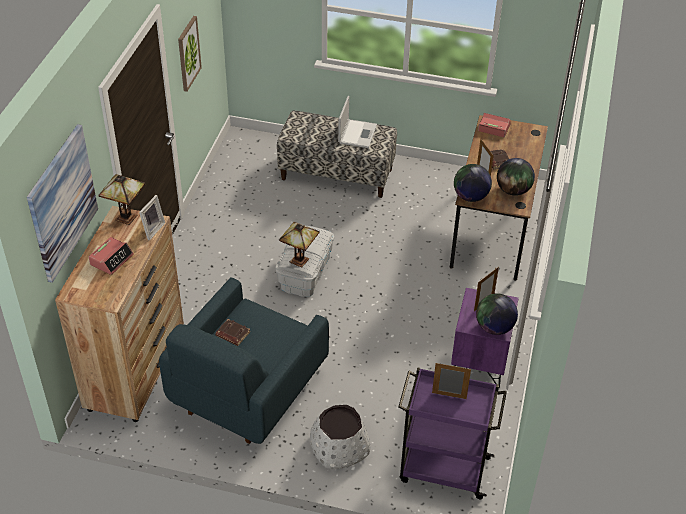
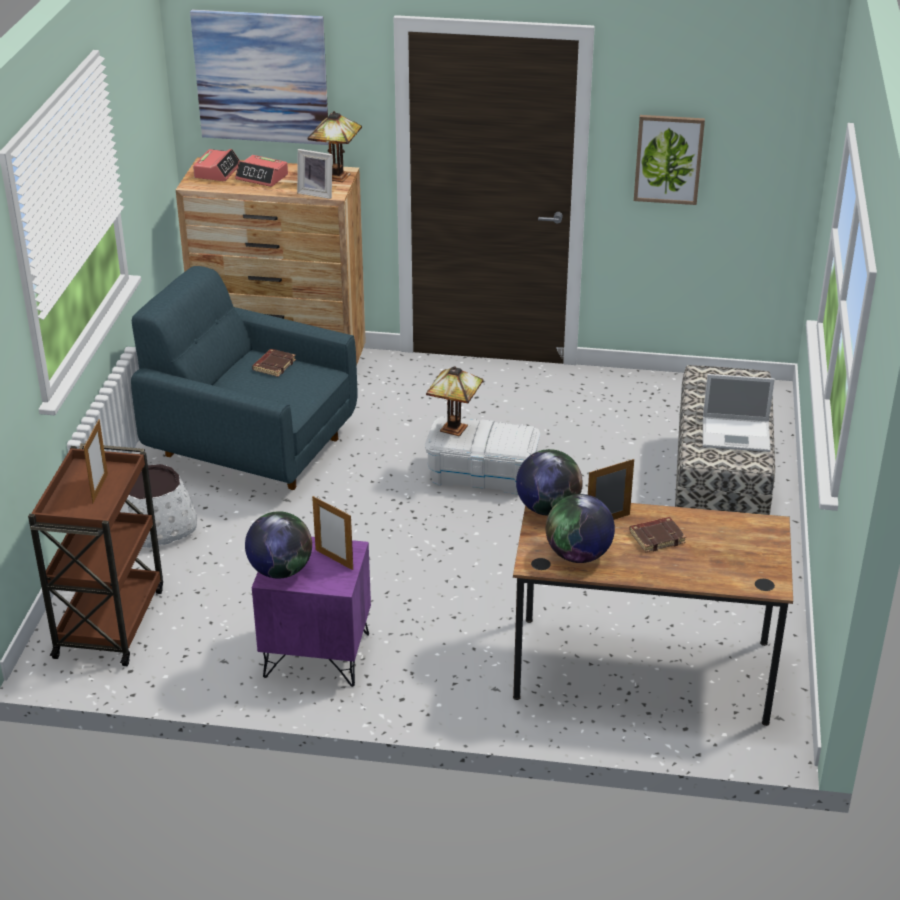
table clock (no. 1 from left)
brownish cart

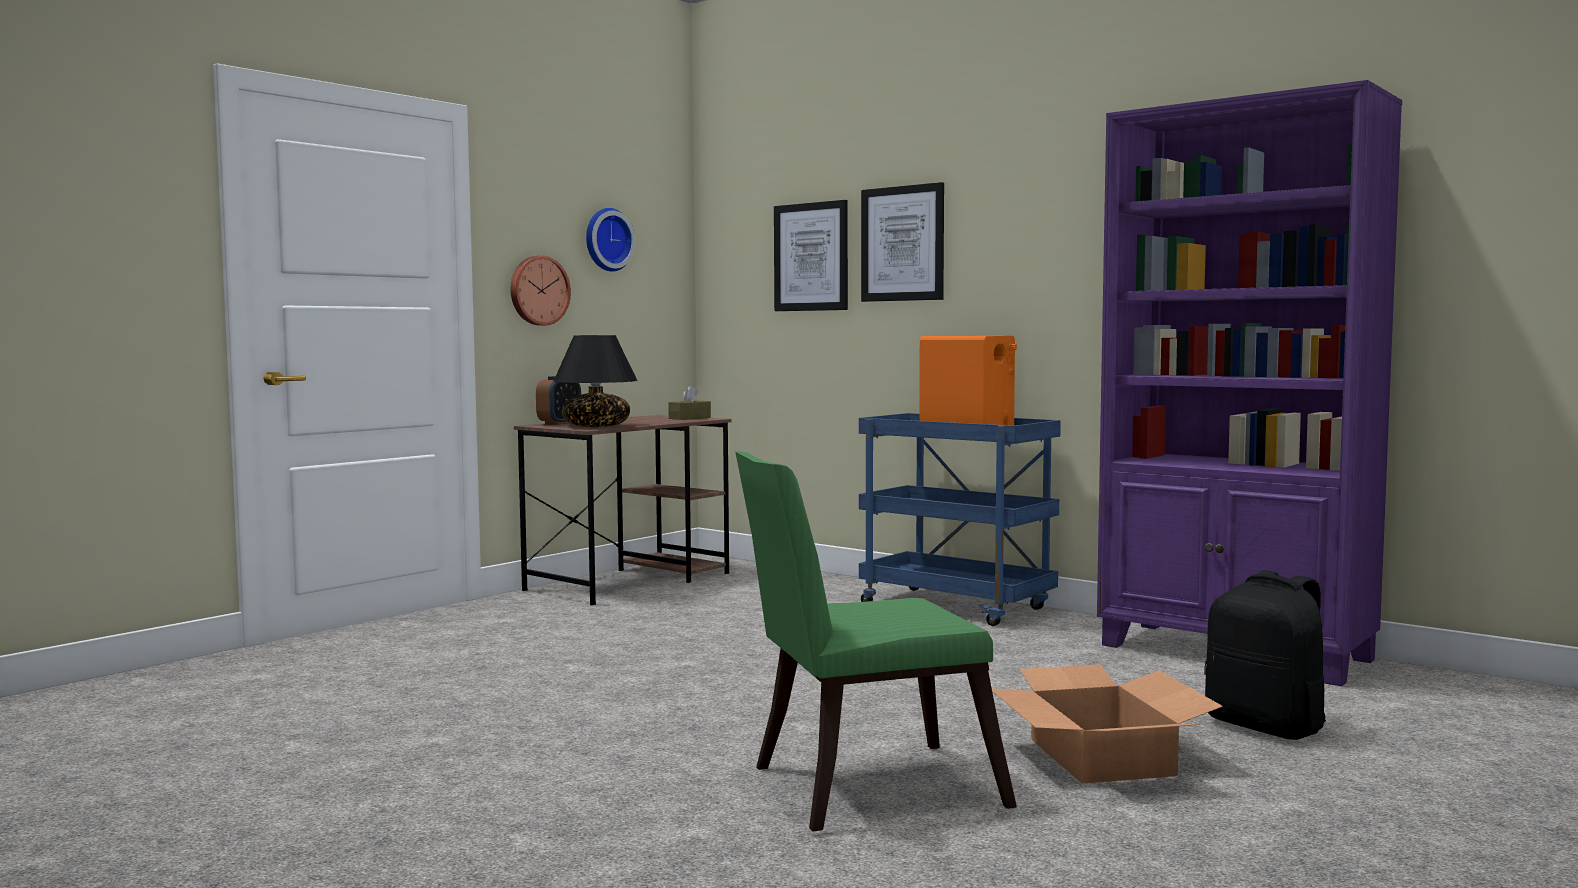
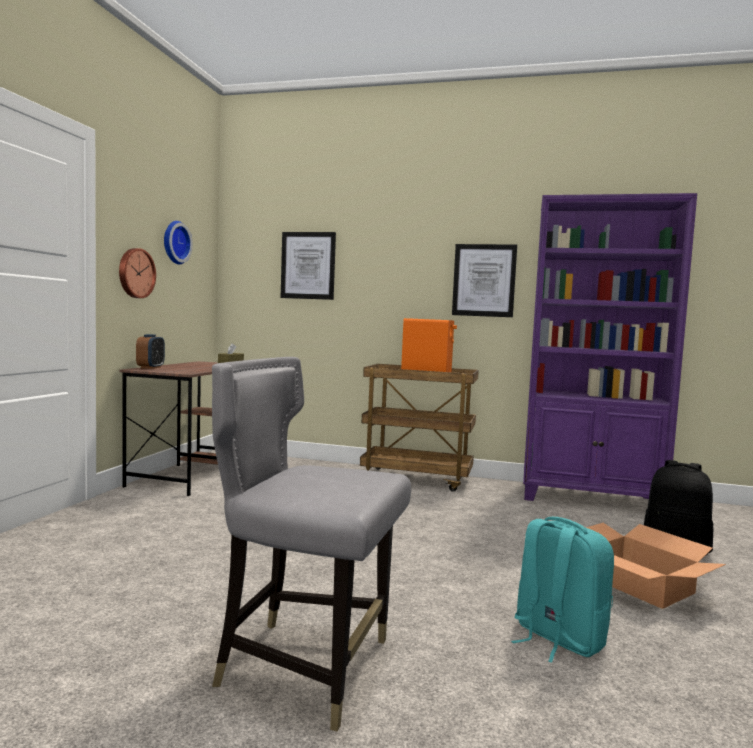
blackish lamp for a table
greyish chair
wall picture (no. 2 from left)
blue-green rucksack
brownish cart

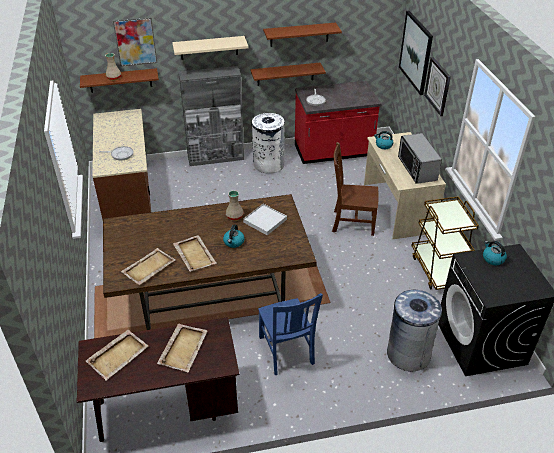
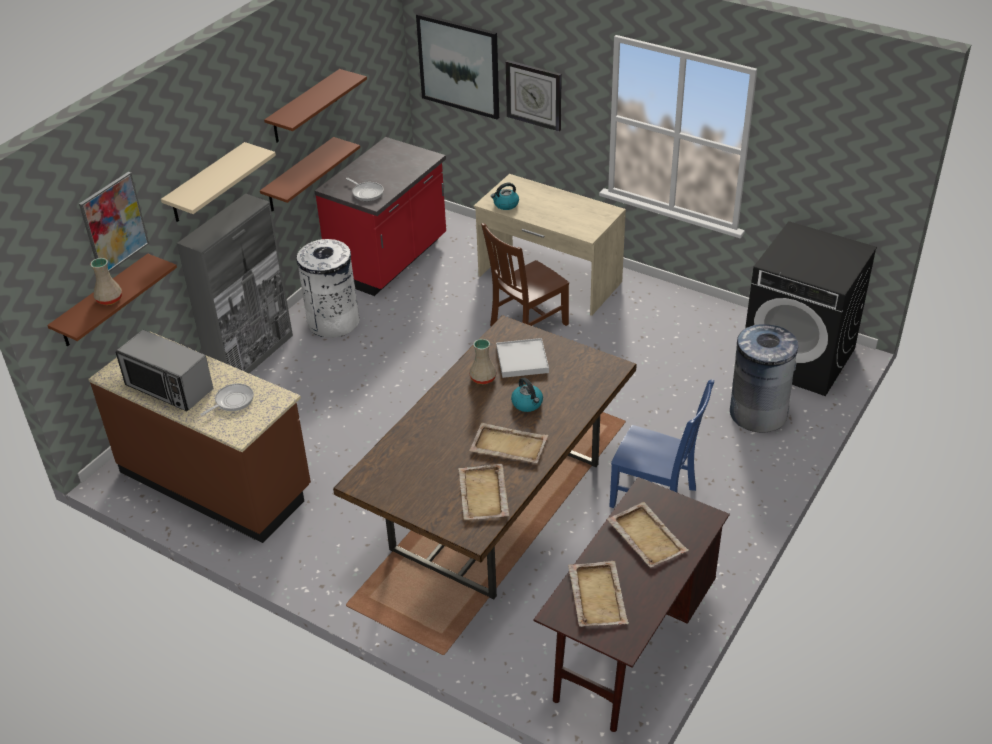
brownish cart
tea kettle (no. 3 from left in the first image)
kitchen microwave

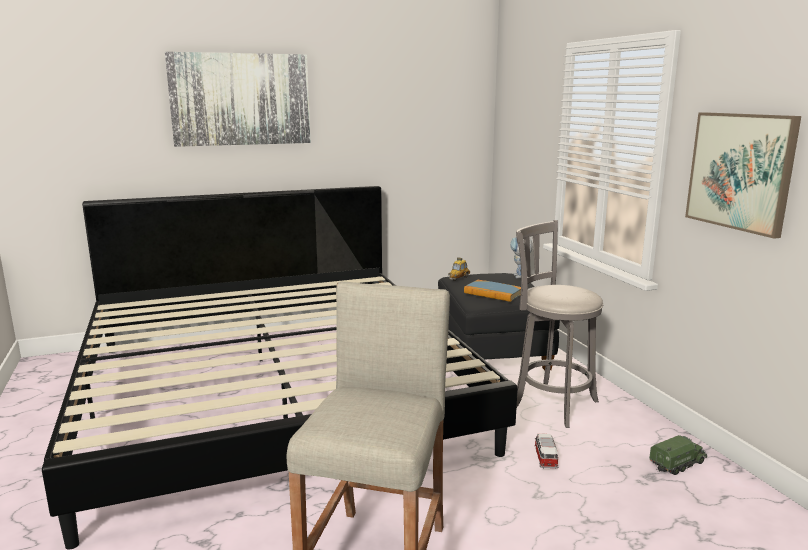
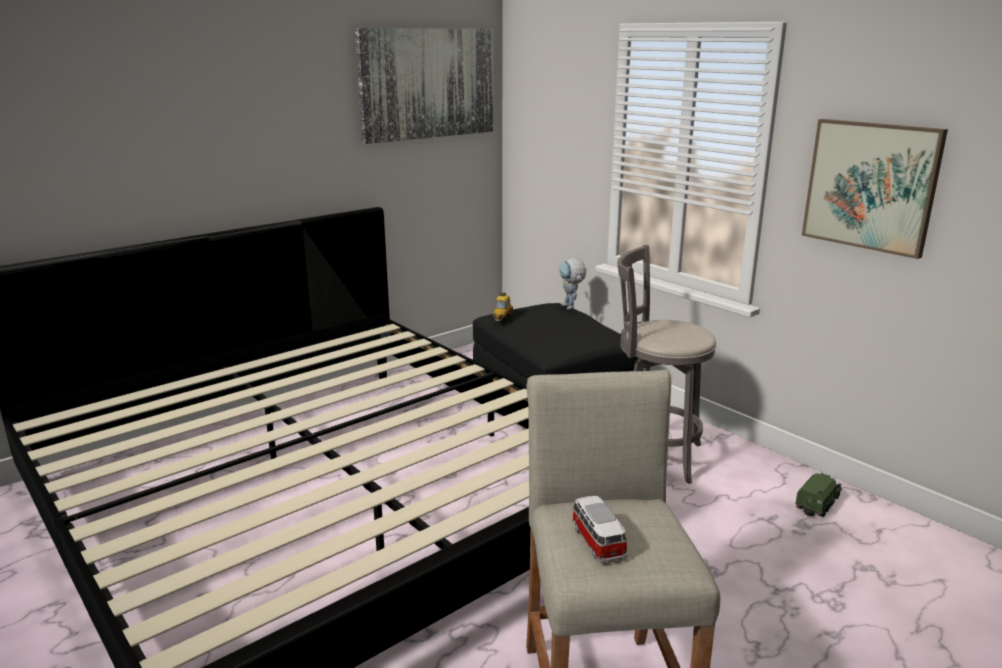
volume
wall picture (no. 1 from left)
model car (no. 2 from left)

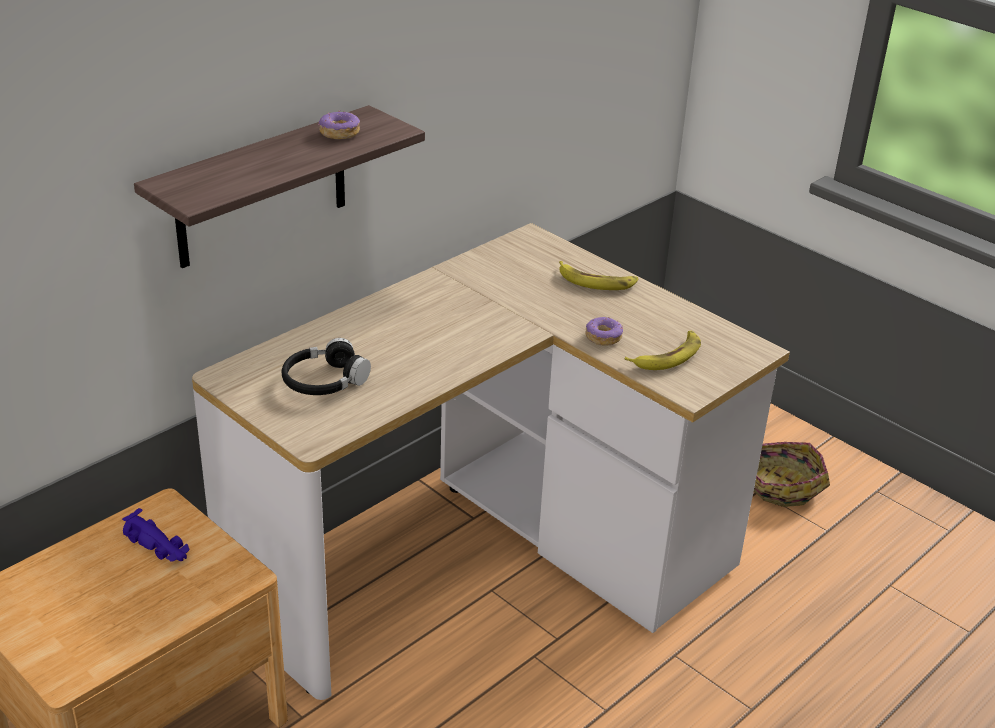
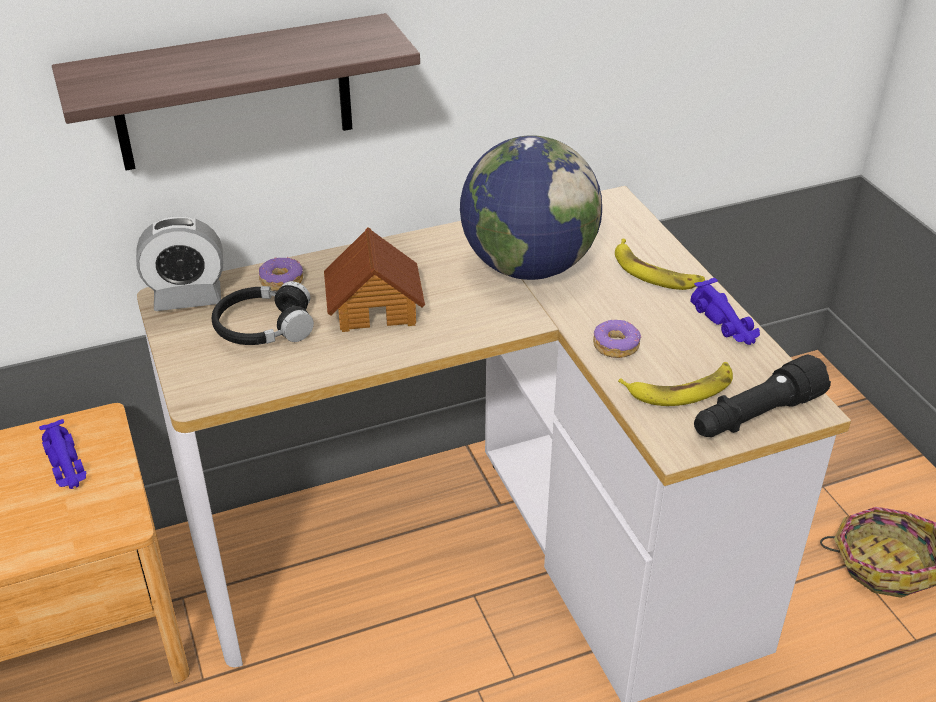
table clock
model house
world globe
purple model car (no. 2 from left)
blackish hand torch
ring doughnut (no. 1 from left)

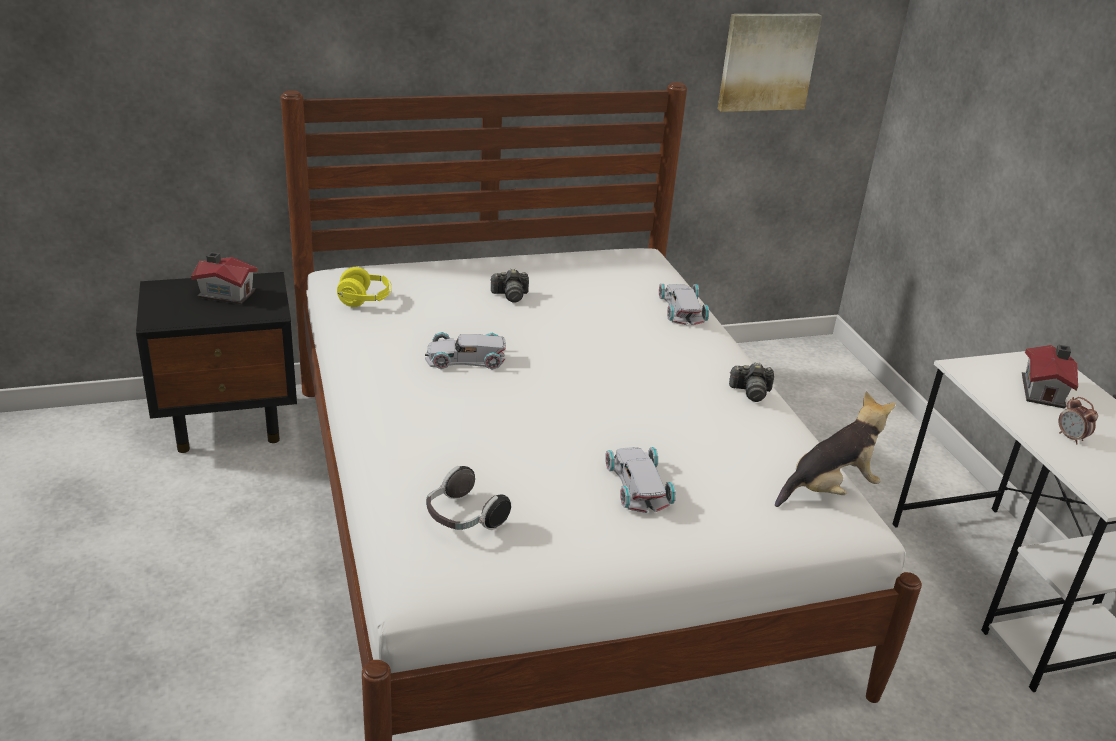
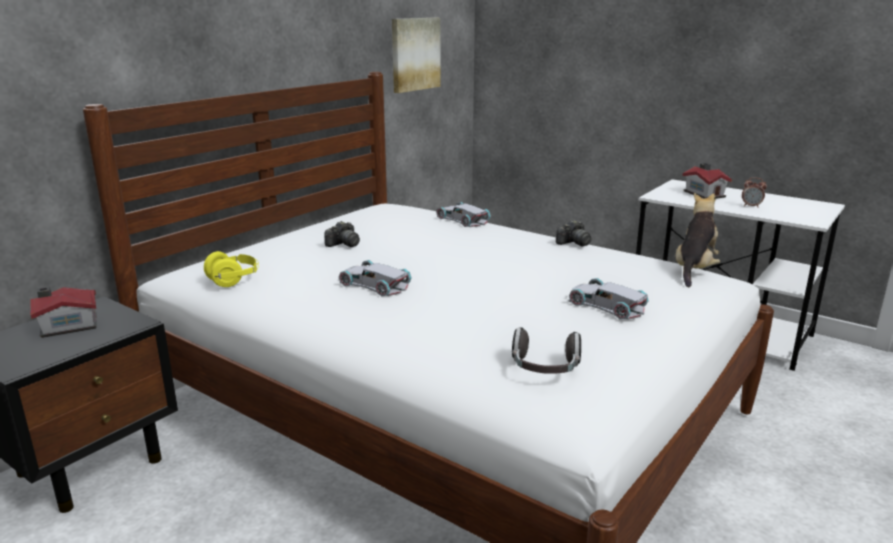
white-coloured model car (no. 1 from left)

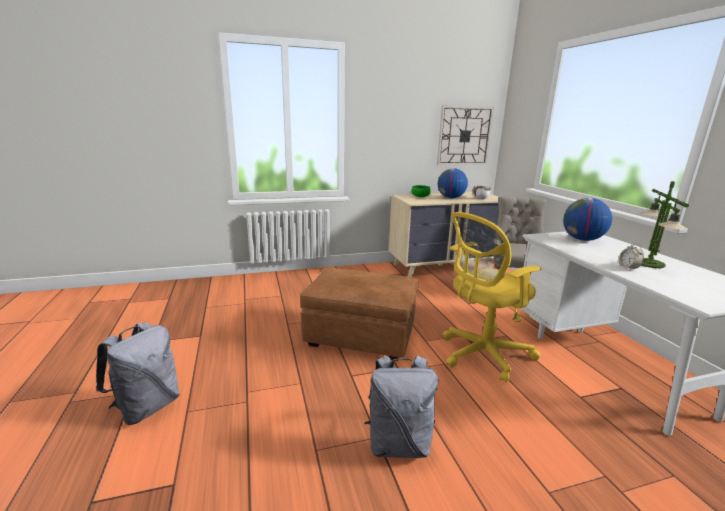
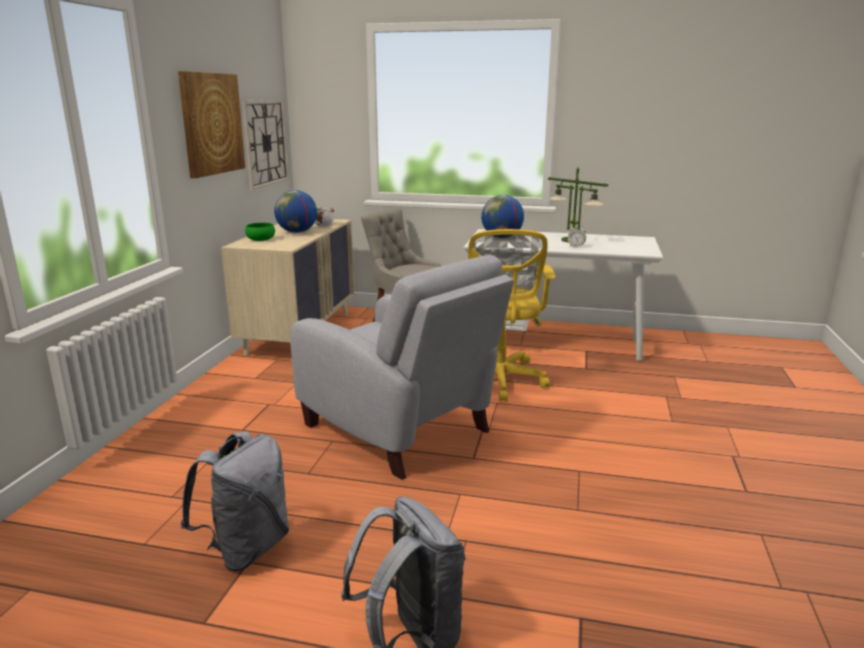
wall picture
greyish rucksack (no. 1 from left)
greyish armchair

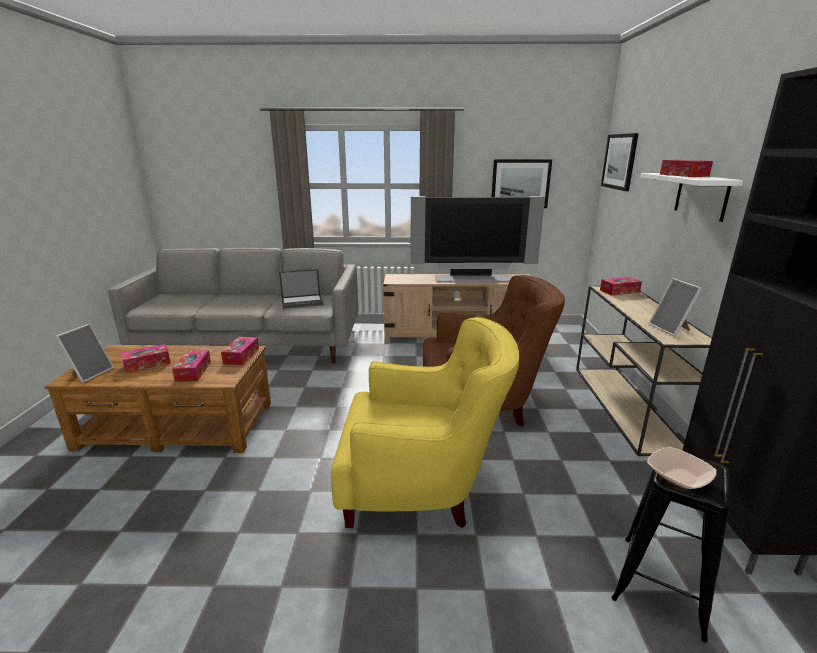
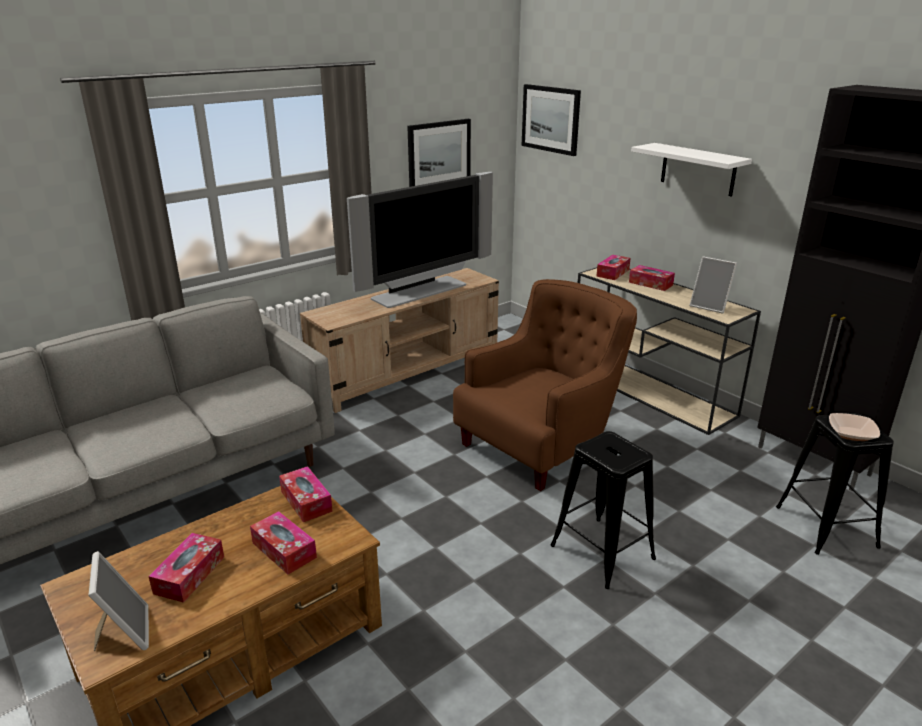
laptop
tissue holder (no. 5 from left)
blackish sitting stool (no. 1 from left)

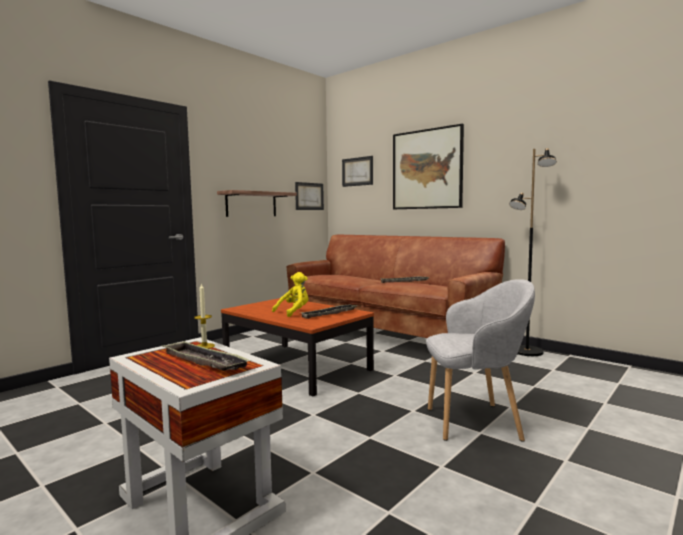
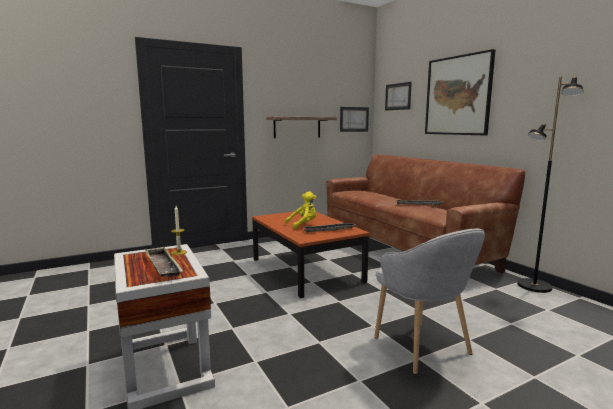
greyish armchair

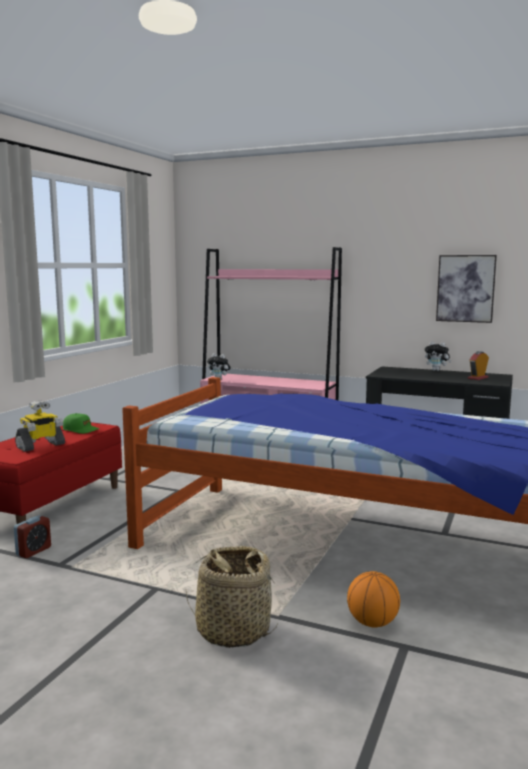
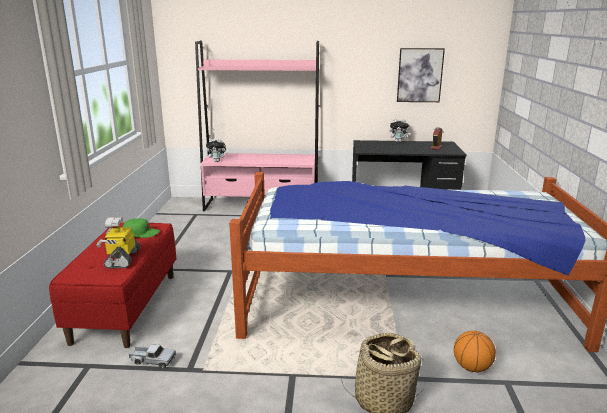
model truck
toy robot

